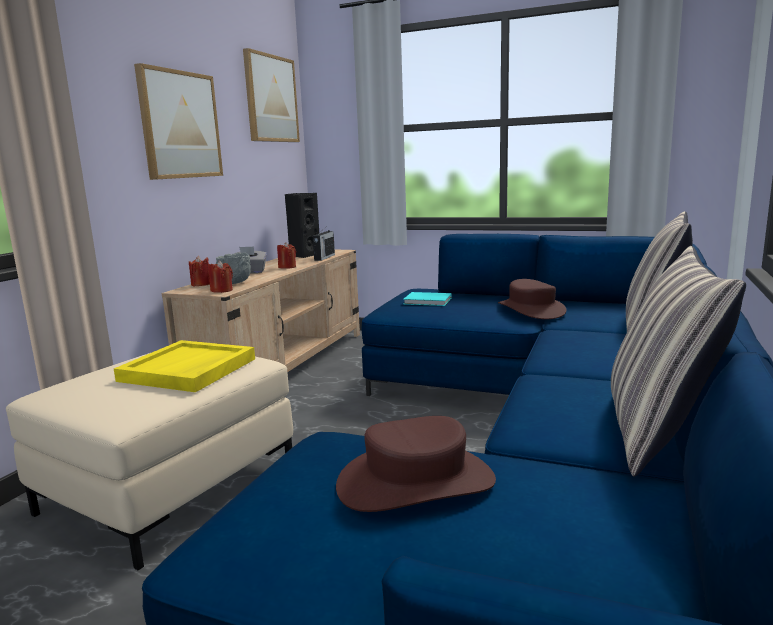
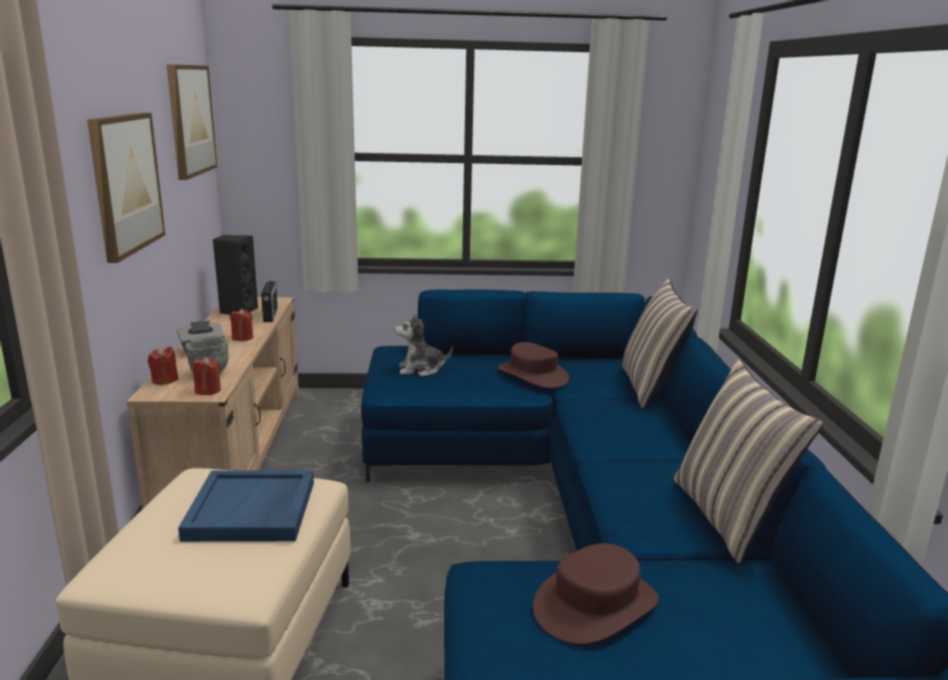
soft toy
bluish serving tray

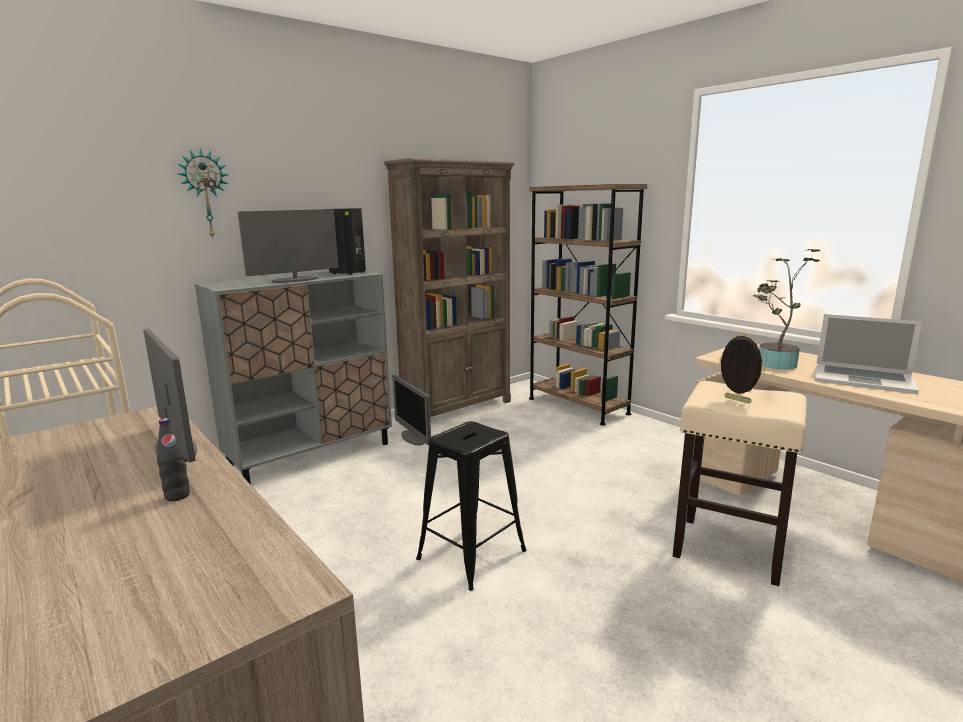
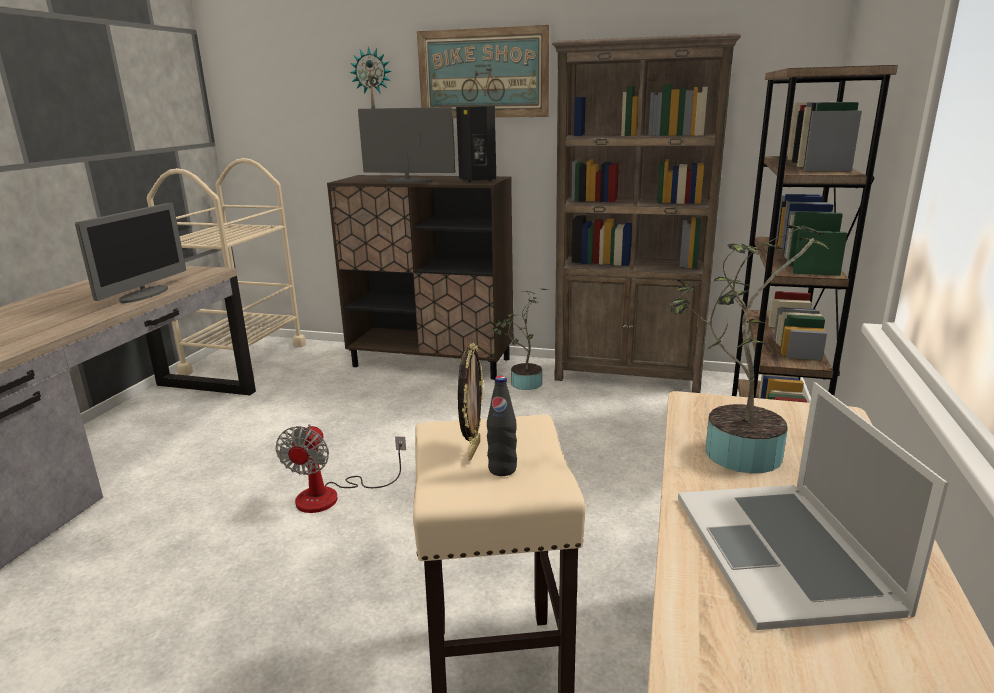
wall picture
blackish drink bottle
potted plant (no. 1 from left)
cooling fan
brownish storage cabinet

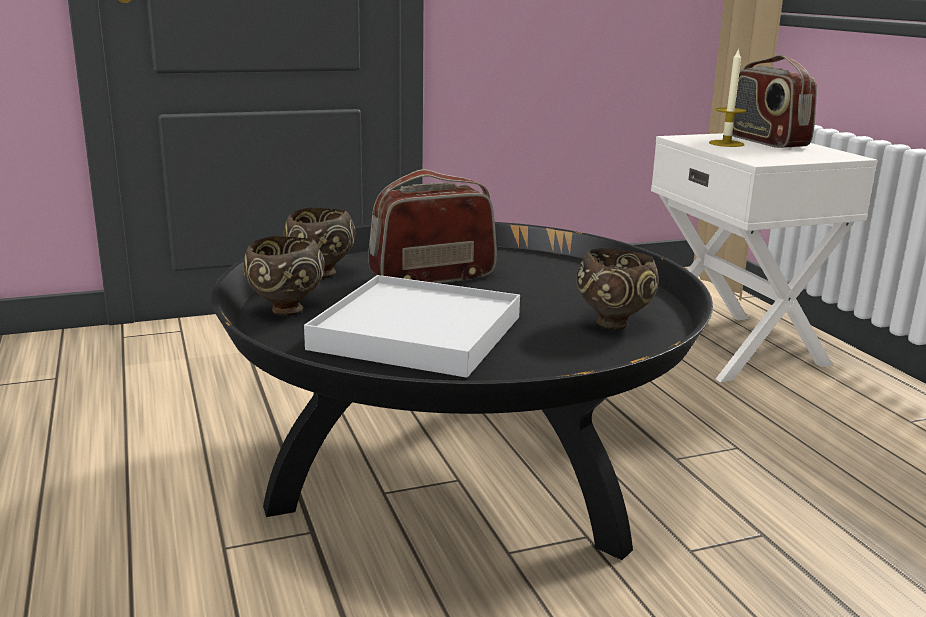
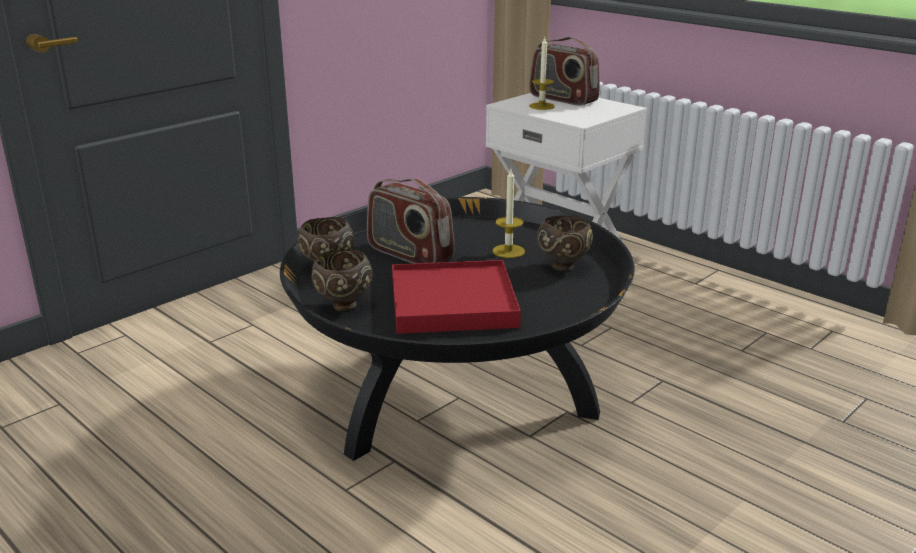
candle (no. 1 from left)
reddish serving tray
radio receiver (no. 1 from left)

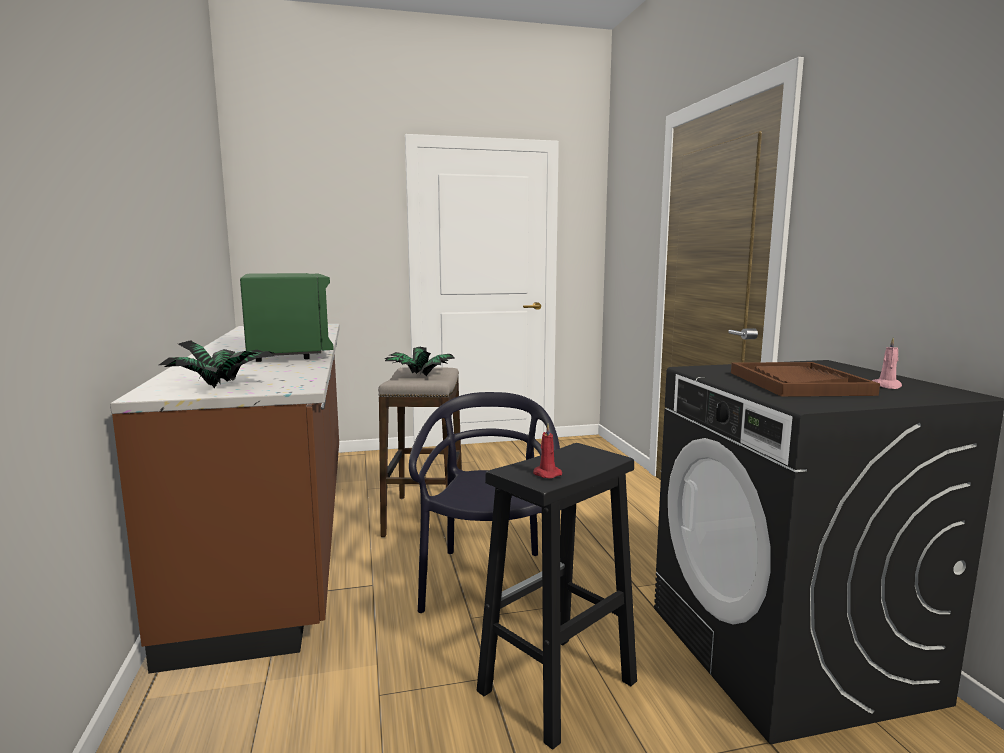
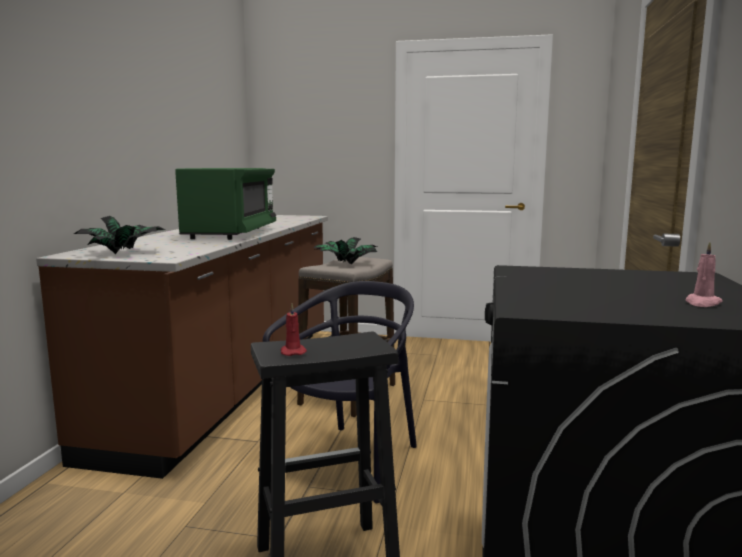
brownish serving tray

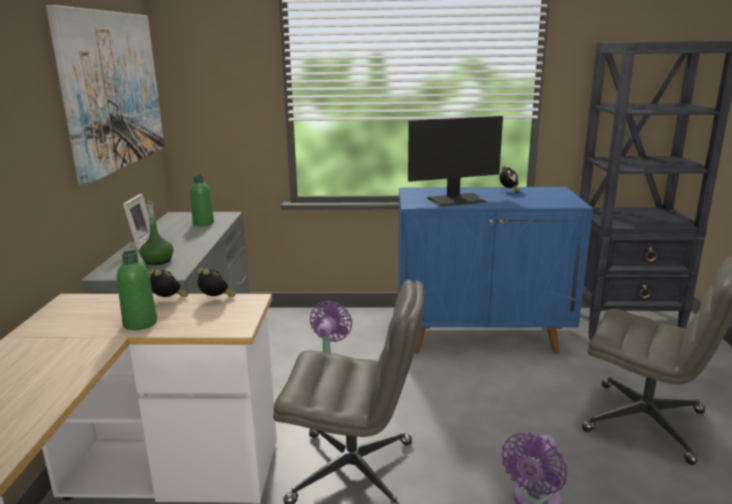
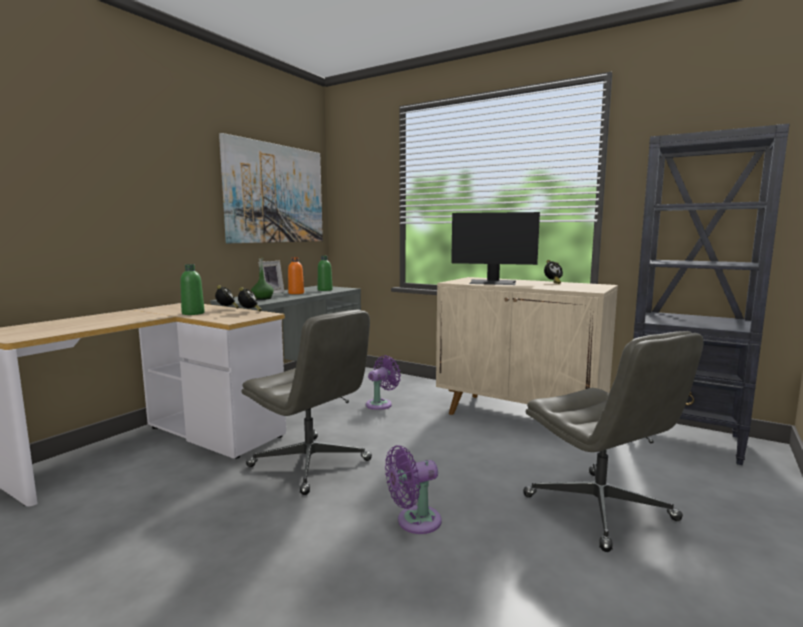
orange-coloured drink bottle
sand-coloured storage cabinet

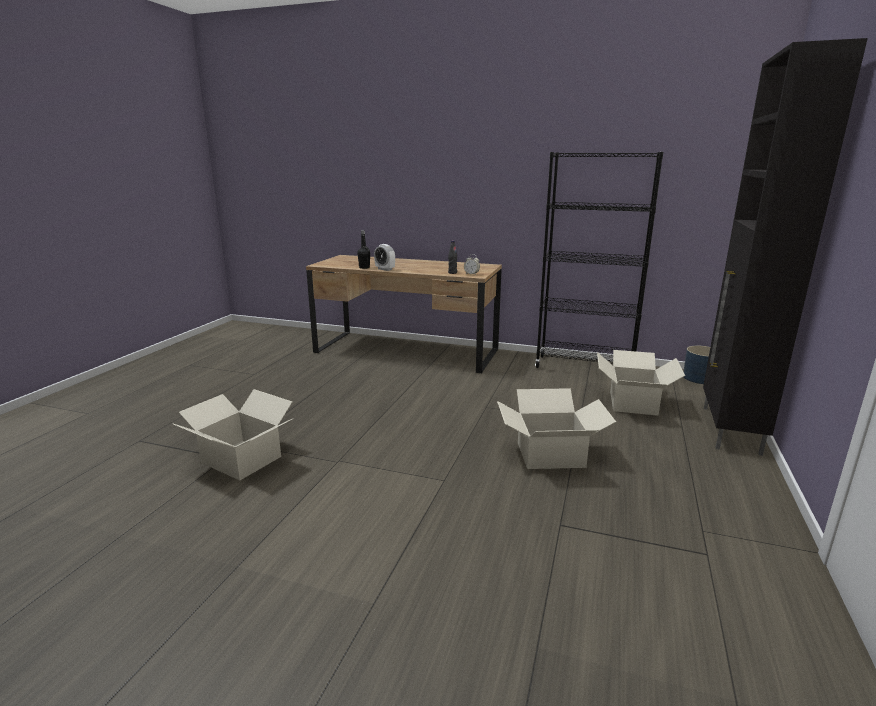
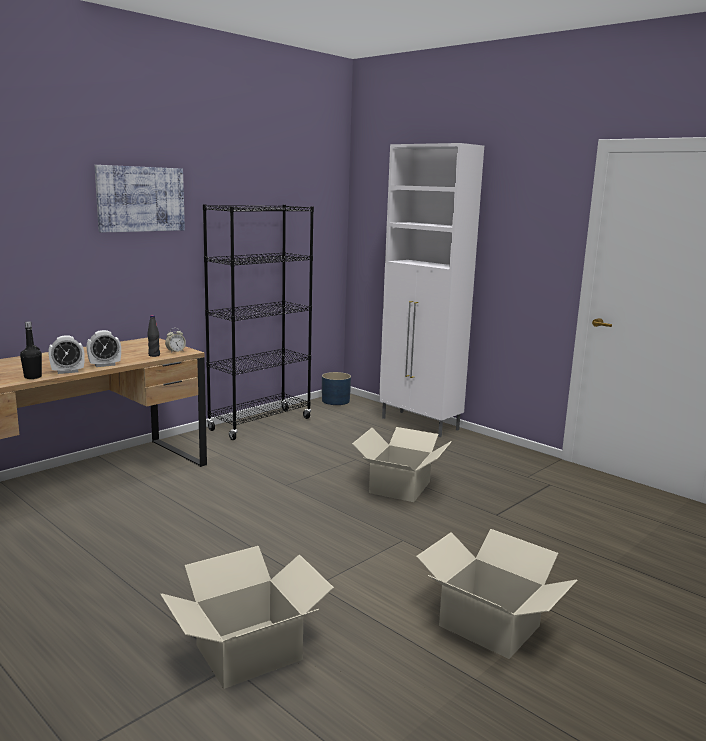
table clock (no. 2 from left)
wall picture
carton (no. 3 from left)
white-coloured storage cabinet

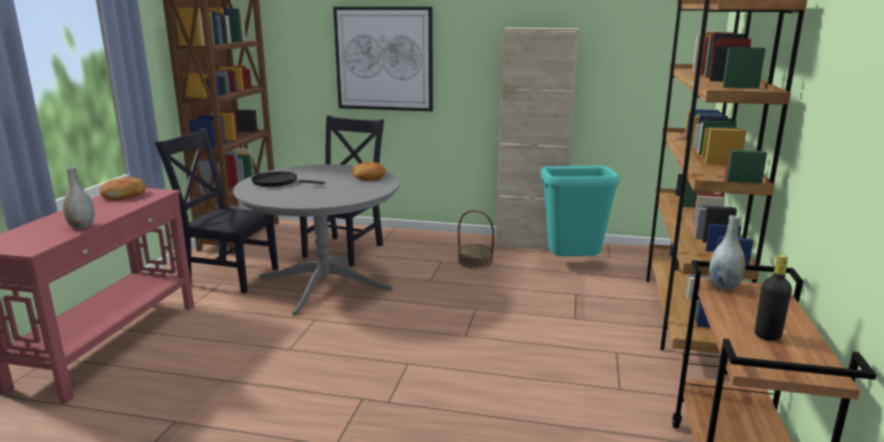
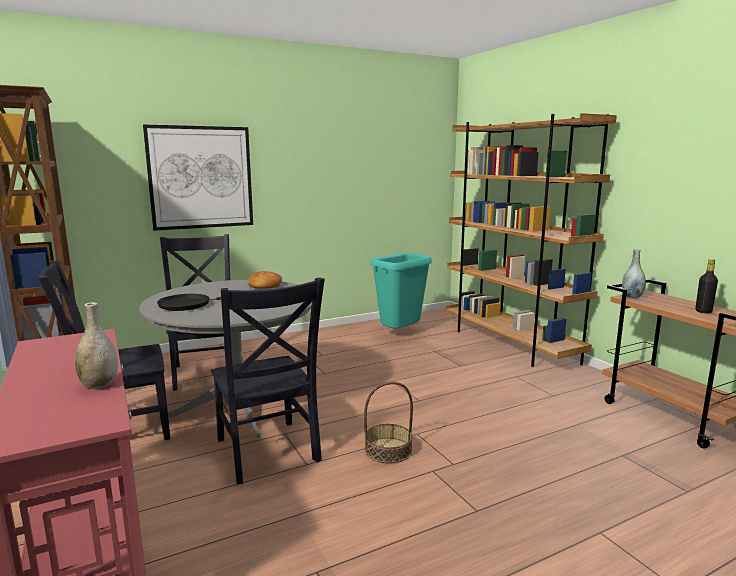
bread (no. 1 from left in the first image)
sand-coloured storage cabinet
blackish chair (no. 3 from left)
household basket

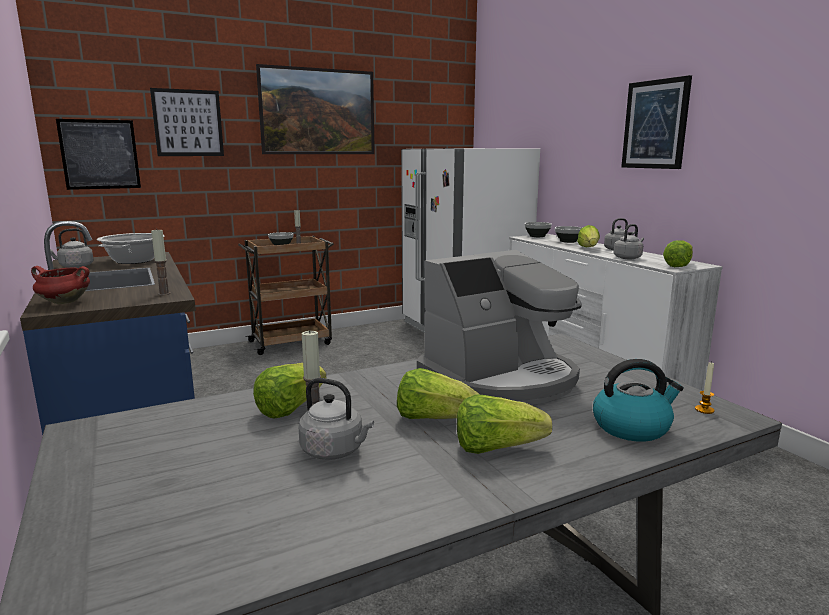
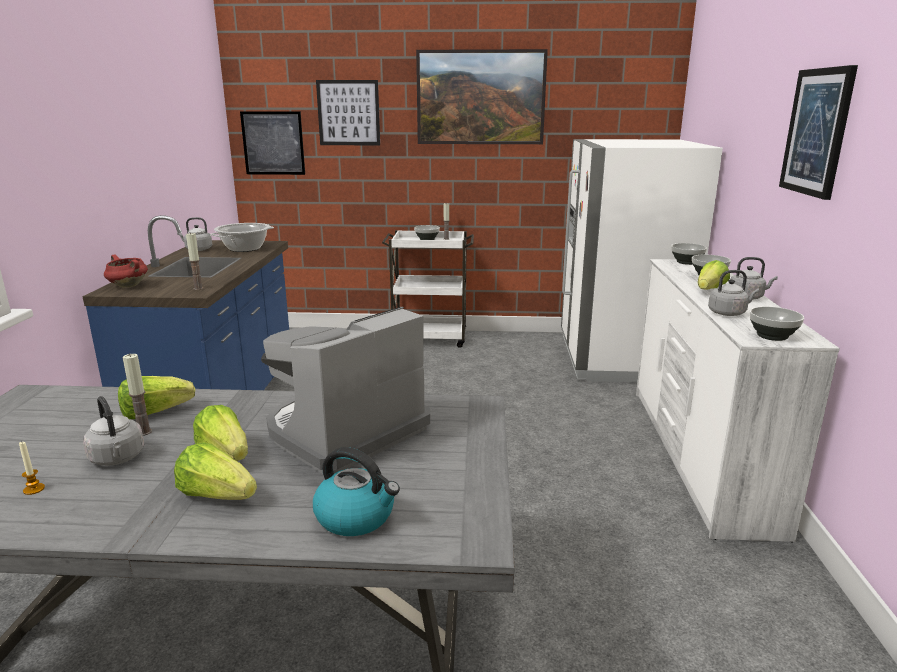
candle (no. 1 from left)
bowl (no. 4 from left)
white-coloured cart
coffee brewer

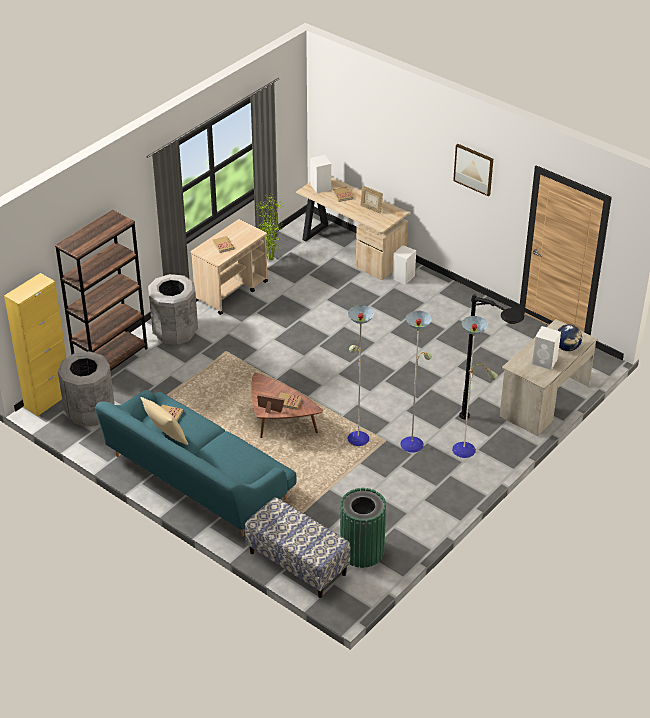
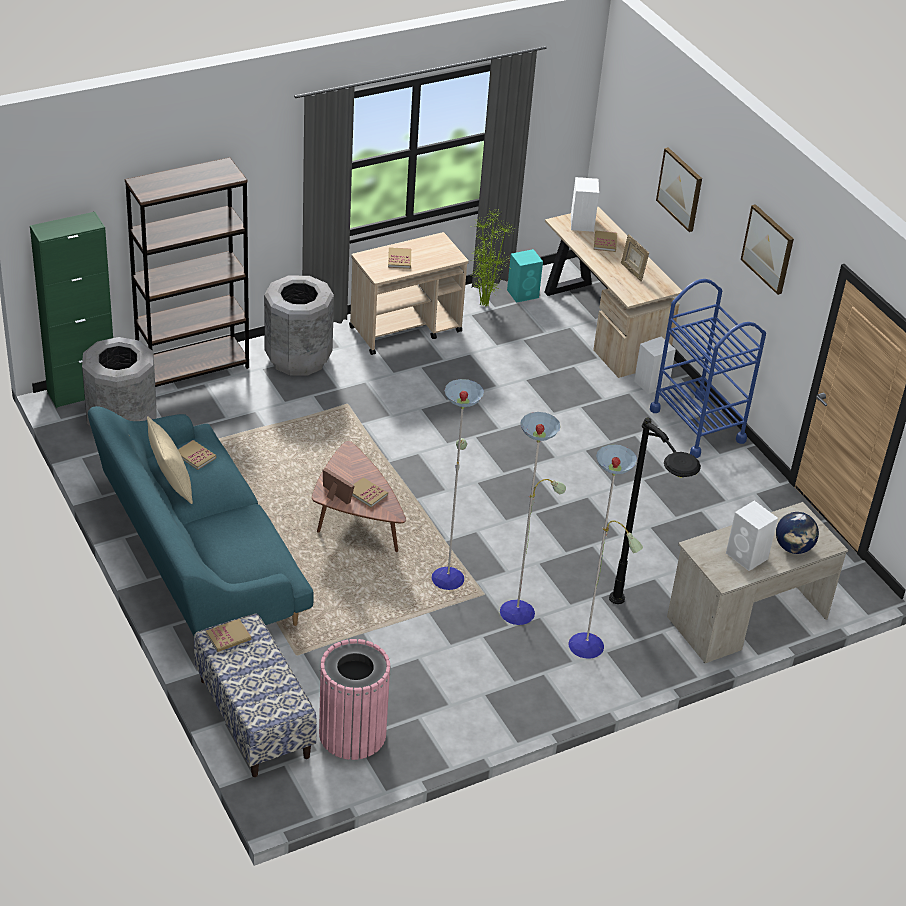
volume (no. 2 from left)
blue-green speaker
bluish cart
wall picture (no. 1 from left)
green-coloured storage cabinet
pink waste bin

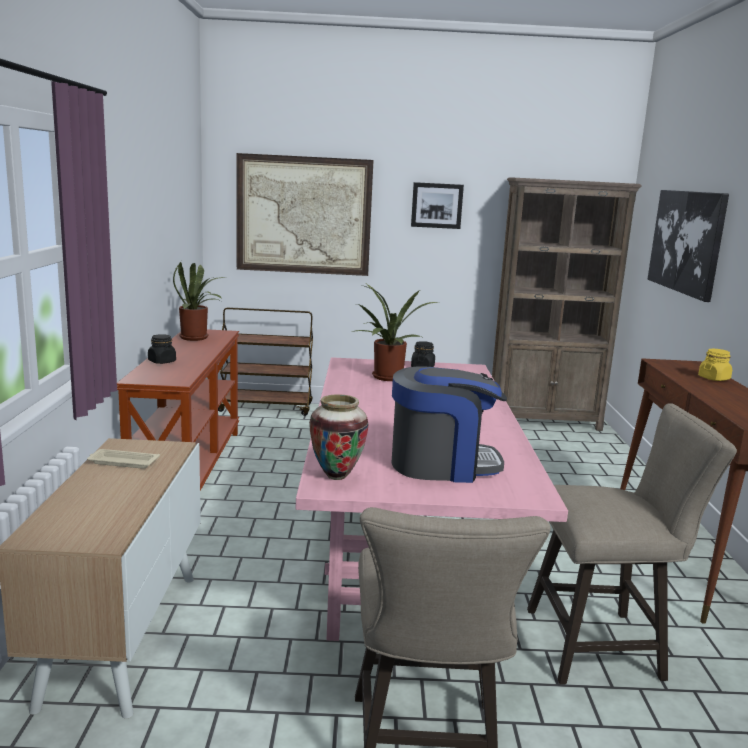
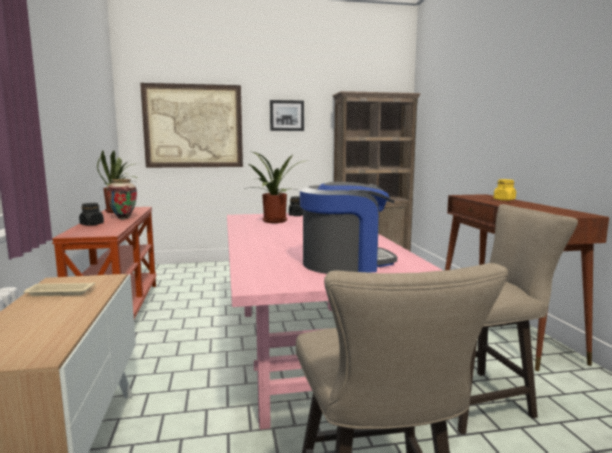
brownish cart
wall picture (no. 3 from left in the first image)
flower vase

